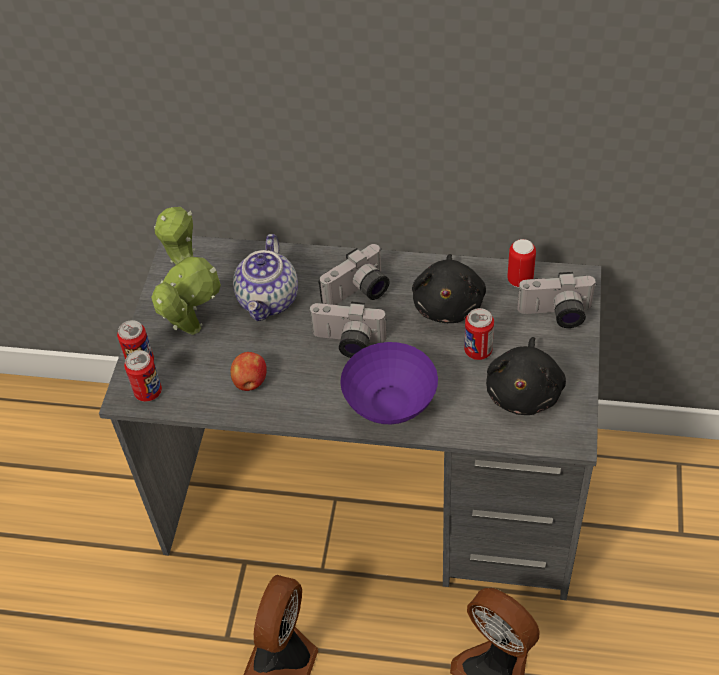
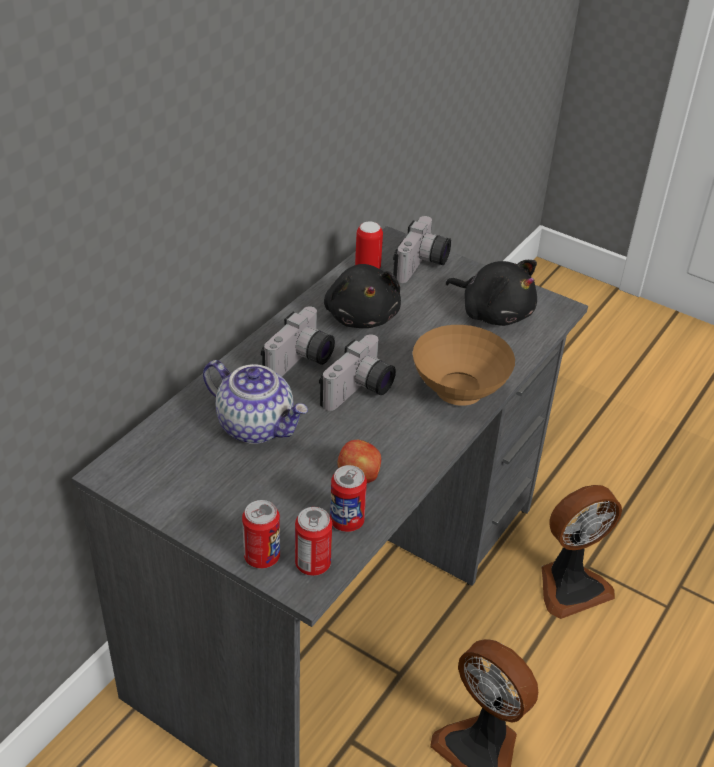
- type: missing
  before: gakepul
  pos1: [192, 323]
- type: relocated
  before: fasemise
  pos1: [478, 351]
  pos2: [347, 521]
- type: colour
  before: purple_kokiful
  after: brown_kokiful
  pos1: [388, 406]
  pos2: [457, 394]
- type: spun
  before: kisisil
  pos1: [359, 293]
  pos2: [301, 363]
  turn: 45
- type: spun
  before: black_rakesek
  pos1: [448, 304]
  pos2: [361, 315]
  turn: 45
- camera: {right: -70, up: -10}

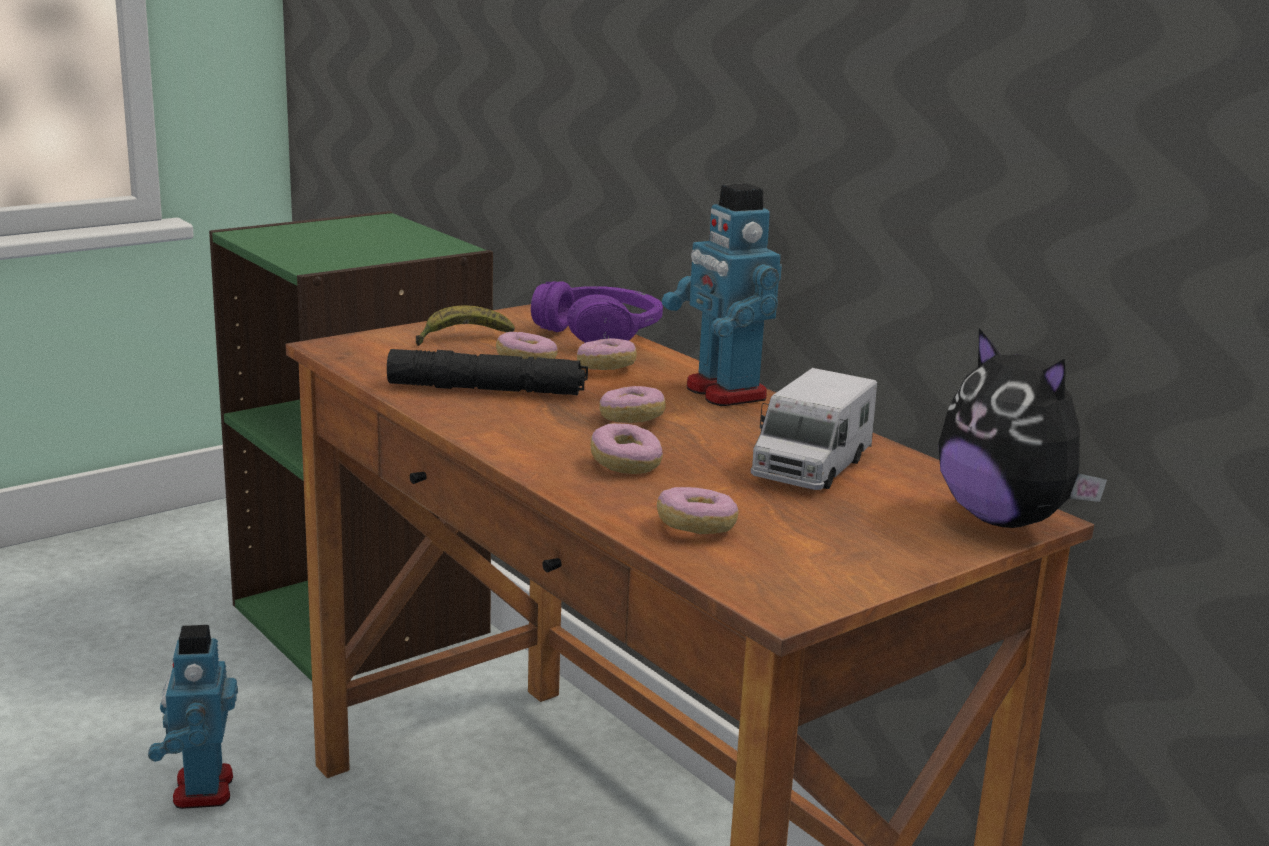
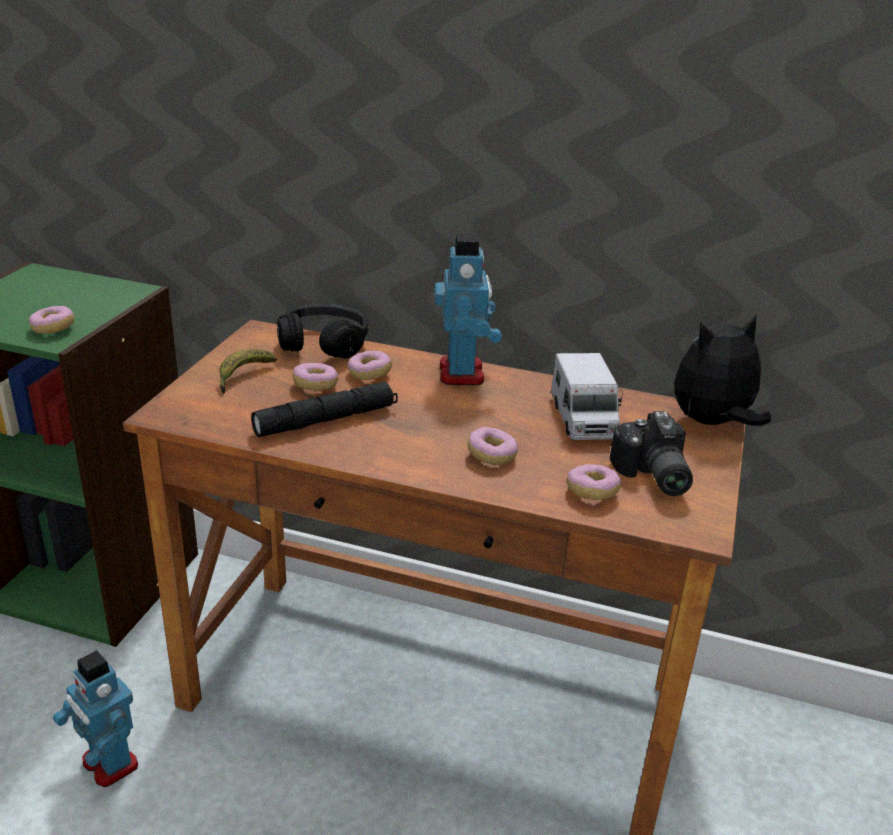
- type: appeared
  after: kisisil
  pos2: [651, 476]
- type: relocated
  before: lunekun
  pos1: [631, 419]
  pos2: [53, 329]
- type: colour
  before: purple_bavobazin
  after: black_bavobazin
  pos1: [600, 333]
  pos2: [324, 343]
- type: spun
  before: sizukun
  pos1: [724, 393]
  pos2: [463, 373]
  turn: -120
- type: spun
  before: rakesek
  pos1: [1006, 519]
  pos2: [712, 423]
  turn: 135
- camera: {right: -35, up: 10}

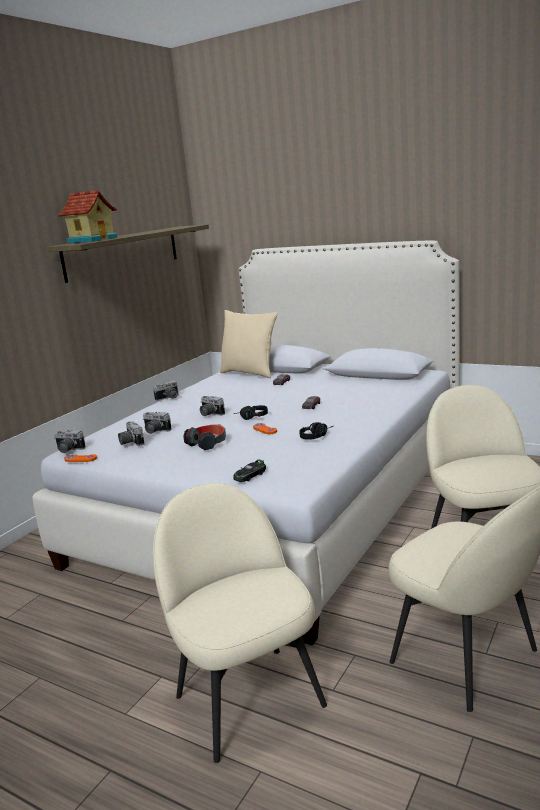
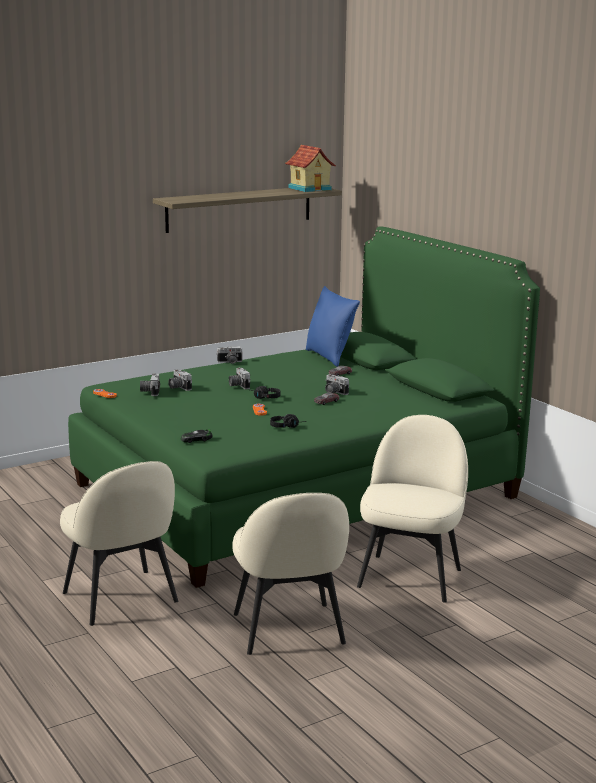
- type: missing
  before: bavobazin
  pos1: [208, 443]
- type: relocated
  before: kisisil
  pos1: [68, 450]
  pos2: [333, 392]
- type: relocated
  before: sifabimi
  pos1: [93, 240]
  pos2: [310, 189]
- type: colour
  before: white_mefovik
  after: green_mefovik
  pos1: [279, 502]
  pos2: [296, 490]
- type: colour
  before: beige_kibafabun
  after: blue_kibafabun
  pos1: [250, 373]
  pos2: [330, 357]
- type: spun
  before: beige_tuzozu
  pos1: [247, 697]
  pos2: [121, 599]
  turn: 150
- camera: {right: 25, up: 0}

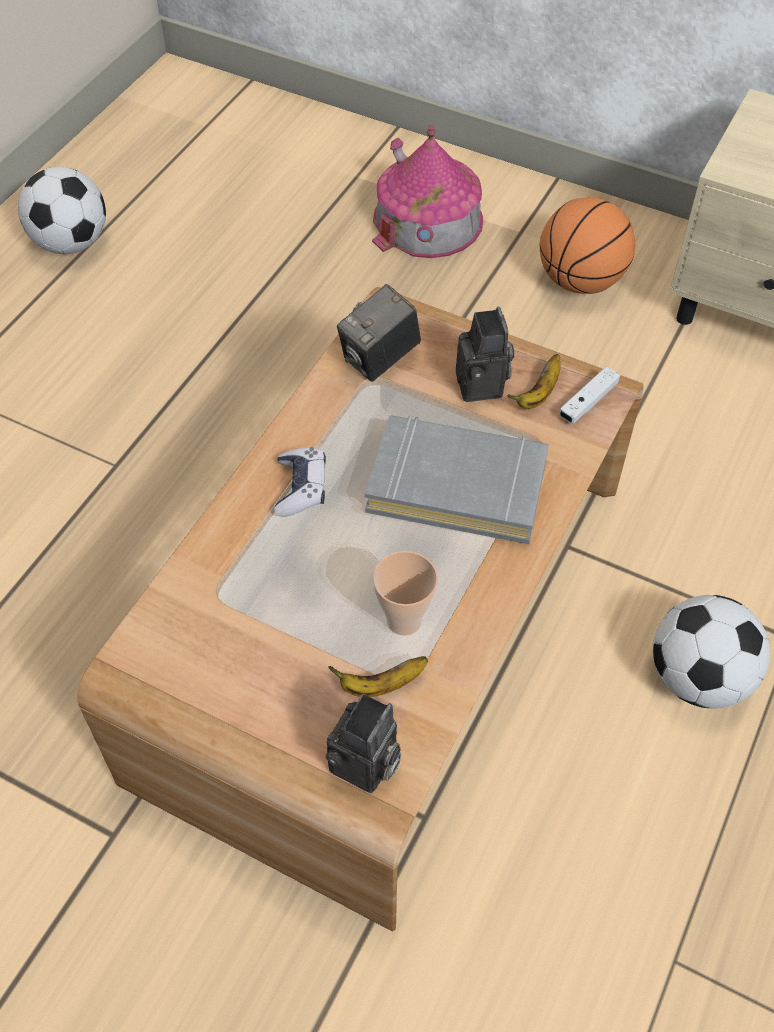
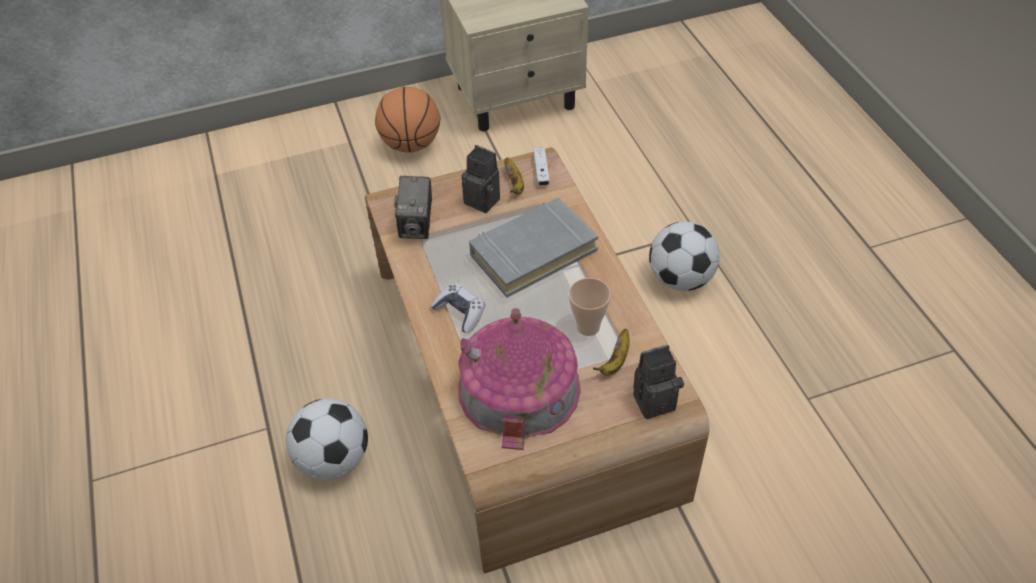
- type: relocated
  before: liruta
  pos1: [71, 243]
  pos2: [333, 459]
- type: relocated
  before: sifabimi
  pos1: [428, 220]
  pos2: [519, 388]
- type: spun
  before: kisisil
  pos1: [365, 767]
  pos2: [655, 399]
  turn: -90
- camera: {right: -45, up: -5}

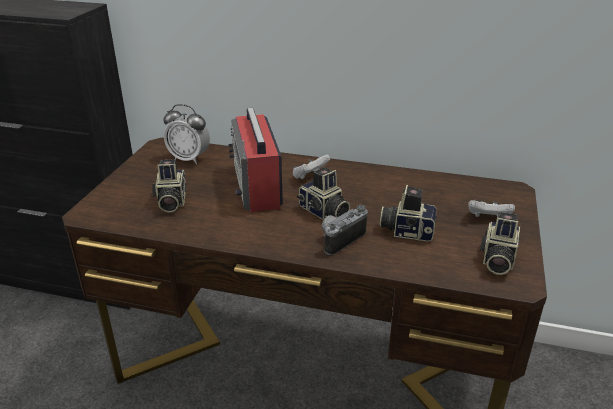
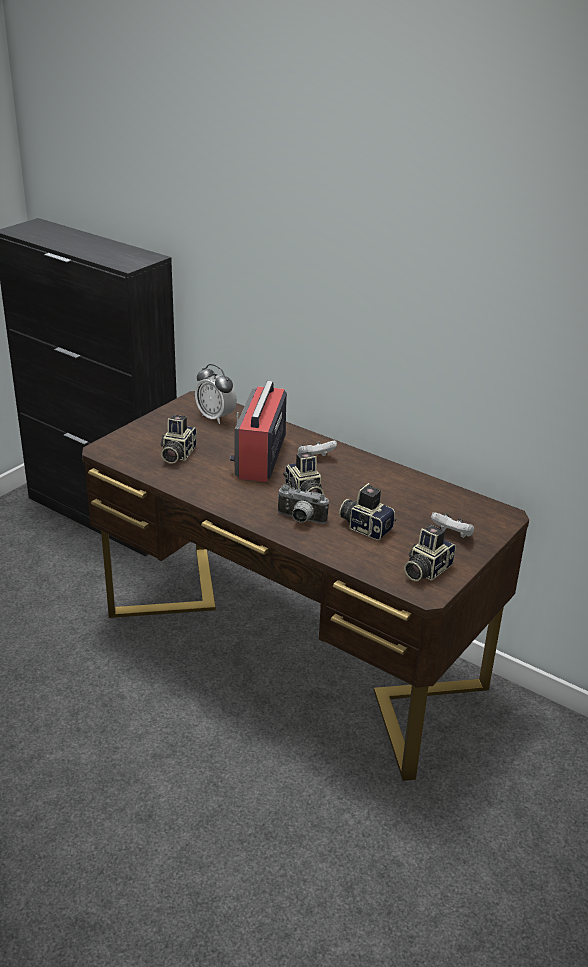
- type: spun
  before: kisisil
  pos1: [340, 239]
  pos2: [300, 520]
  turn: -135
- camera: {right: 20, up: 0}

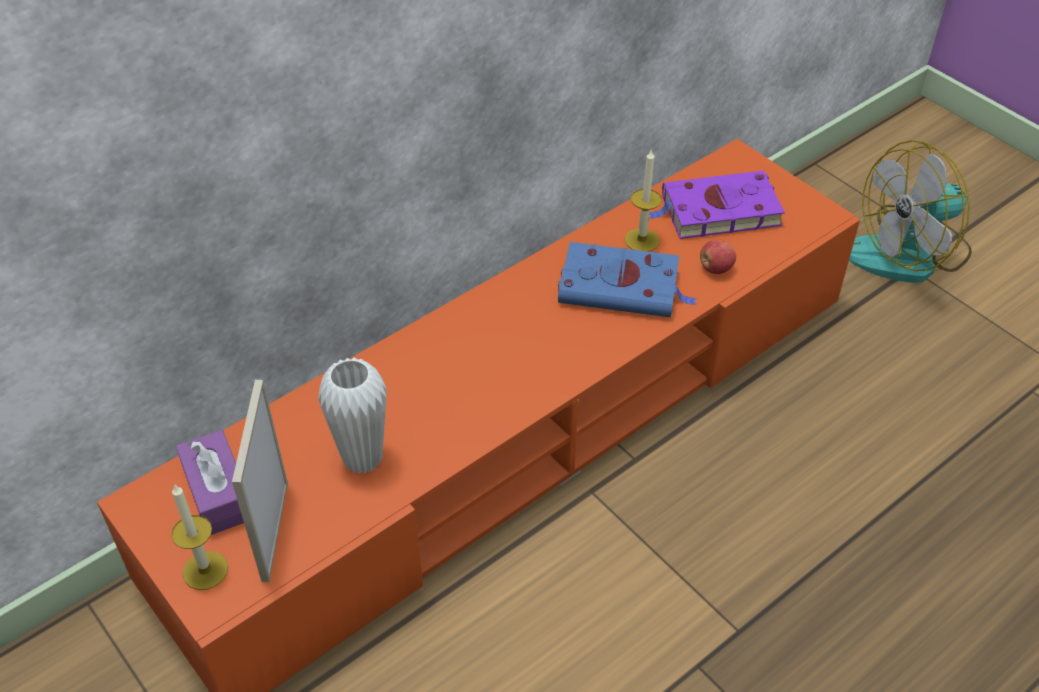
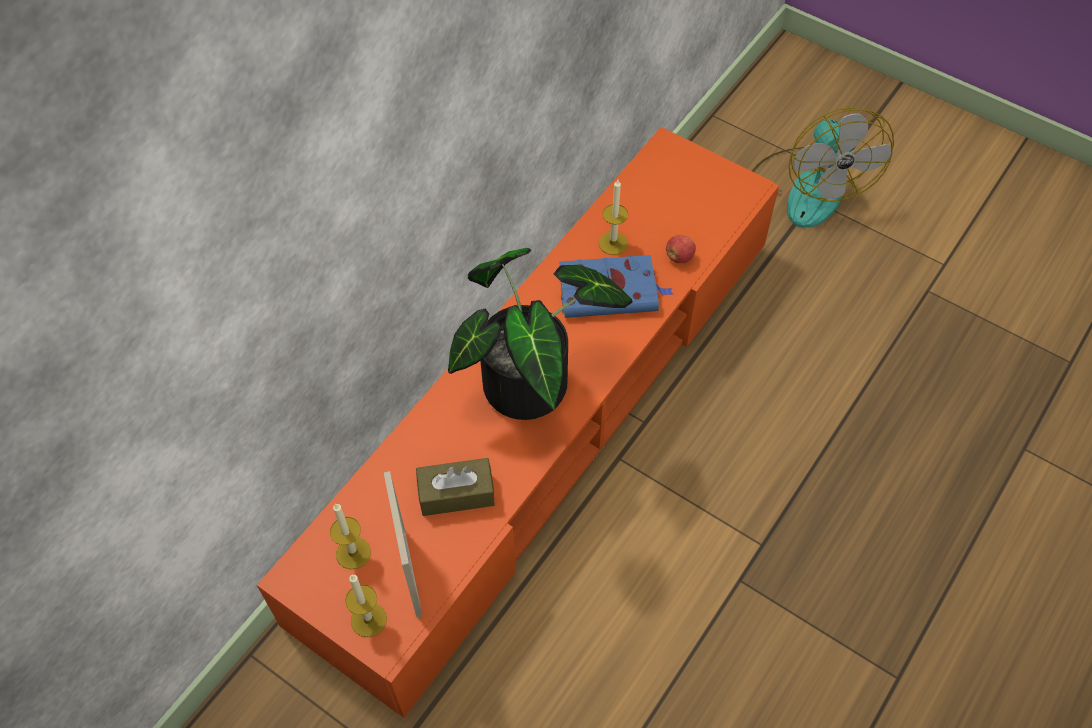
- type: missing
  before: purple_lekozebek
  pos1: [717, 211]
- type: appeared
  after: gakepul
  pos2: [536, 387]
- type: exchanged
  before: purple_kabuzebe
  after: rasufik
  pos1: [218, 493]
  pos2: [353, 553]
- type: exchanged
  before: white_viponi
  after: brown_kabuzebe
  pos1: [362, 458]
  pos2: [456, 494]
- type: spun
  before: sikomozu
  pos1: [909, 253]
  pos2: [808, 187]
  turn: -60
- camera: {right: -15, up: 10}

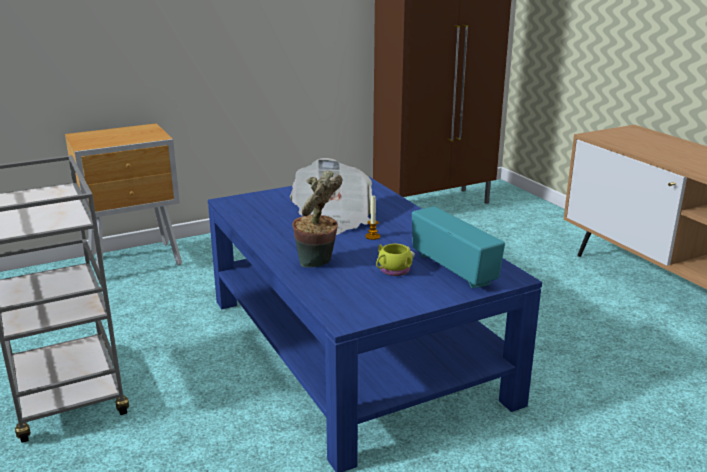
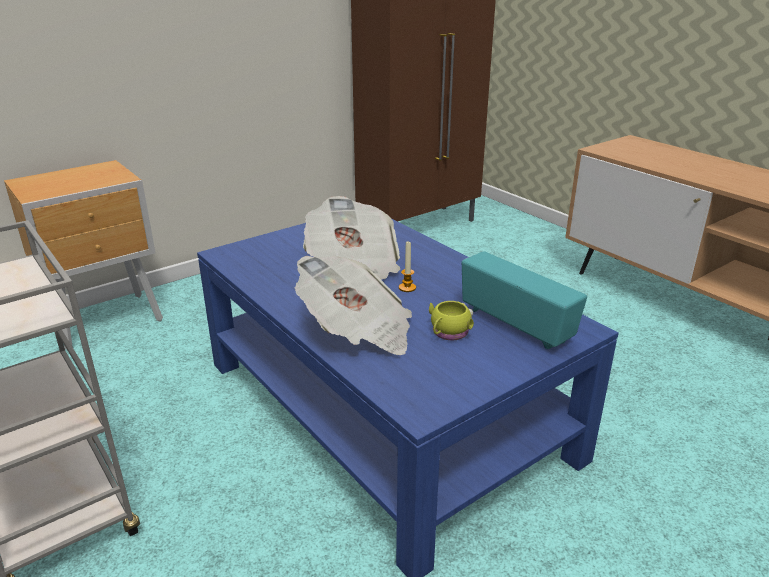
- type: exchanged
  before: gakepul
  after: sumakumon
  pos1: [318, 263]
  pos2: [357, 331]
- camera: {right: -10, up: 5}

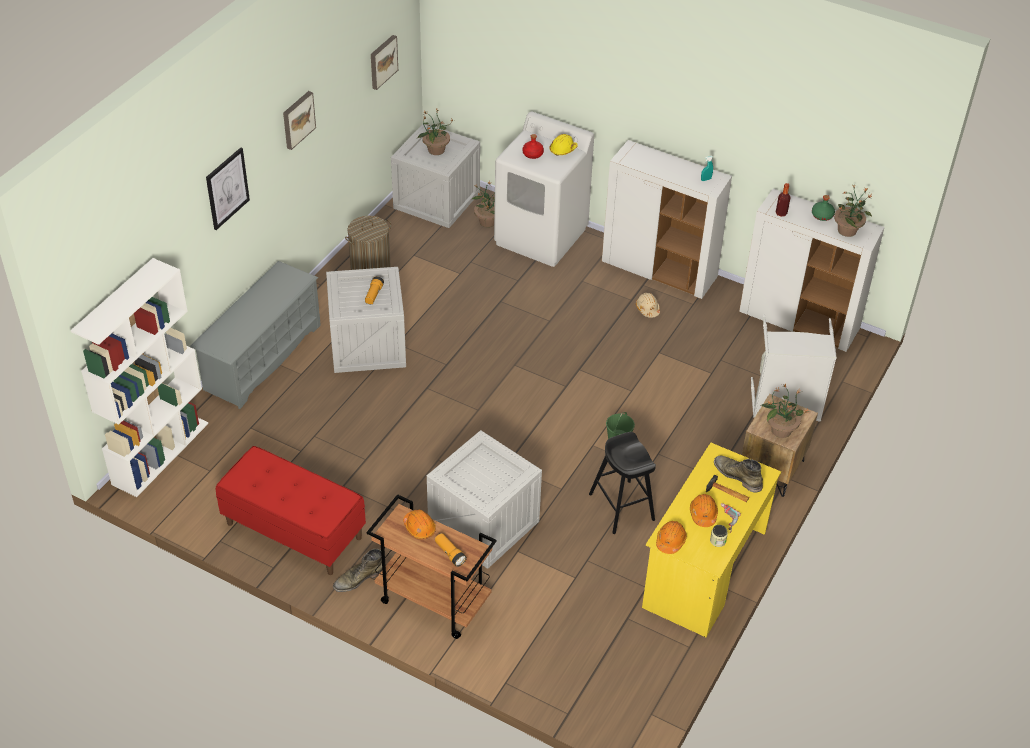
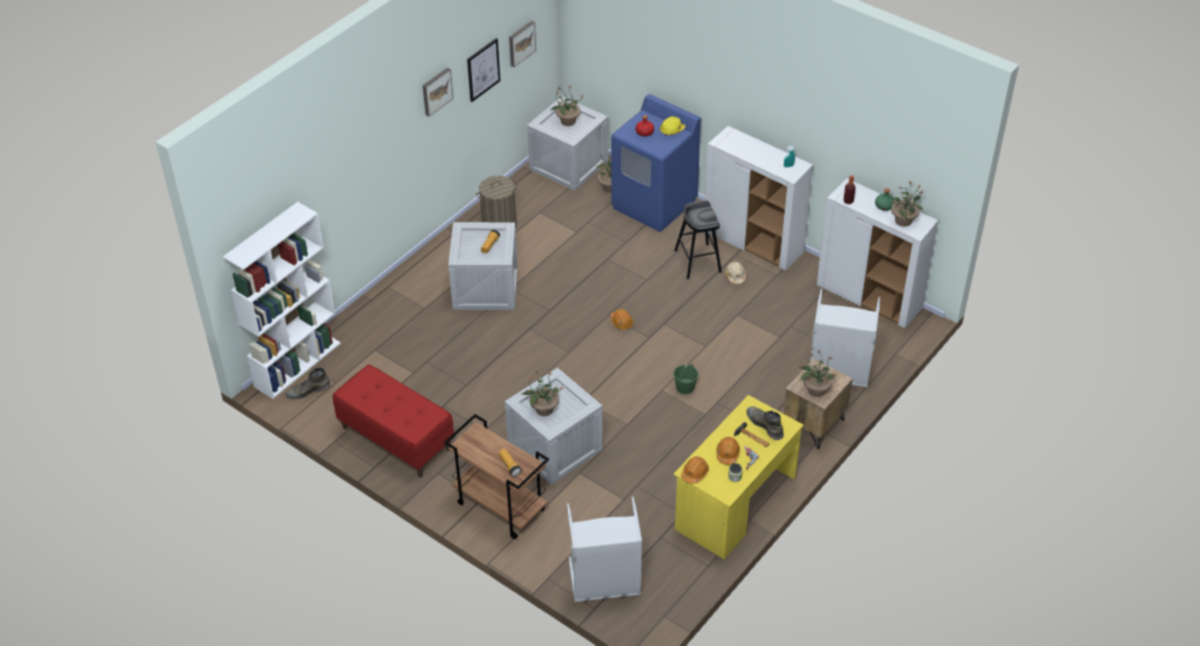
- type: missing
  before: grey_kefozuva
  pos1: [262, 357]
- type: appeared
  after: gakepul
  pos2: [543, 409]
- type: appeared
  after: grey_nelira
  pos2: [605, 584]
- type: relocated
  before: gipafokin
  pos1: [227, 188]
  pos2: [483, 69]
- type: relocated
  before: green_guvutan
  pos1: [359, 578]
  pos2: [308, 391]
- type: relocated
  before: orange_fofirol
  pos1: [419, 527]
  pos2: [621, 322]
- type: relocated
  before: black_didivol
  pos1: [621, 507]
  pos2: [697, 261]
- type: colour
  before: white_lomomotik
  after: blue_lomomotik
  pos1: [541, 237]
  pos2: [654, 204]
- camera: {right: 10, up: 0}

